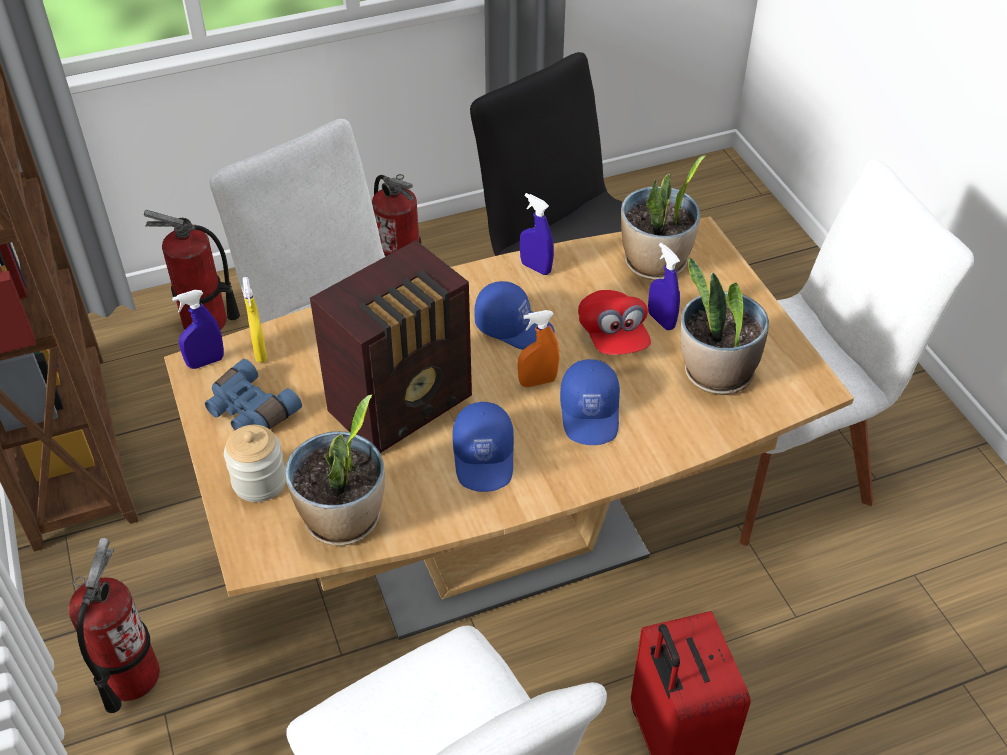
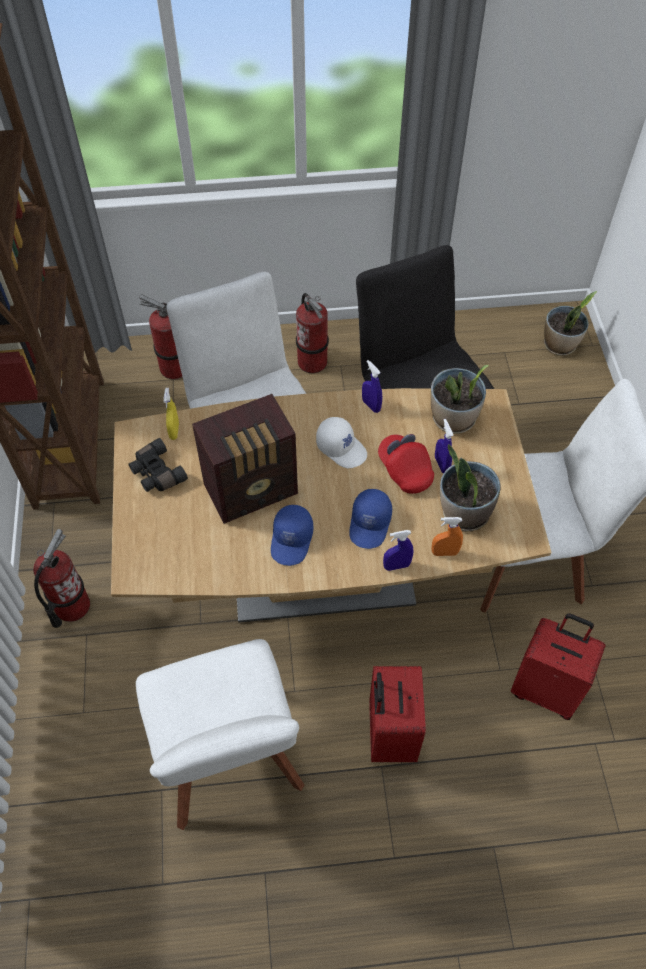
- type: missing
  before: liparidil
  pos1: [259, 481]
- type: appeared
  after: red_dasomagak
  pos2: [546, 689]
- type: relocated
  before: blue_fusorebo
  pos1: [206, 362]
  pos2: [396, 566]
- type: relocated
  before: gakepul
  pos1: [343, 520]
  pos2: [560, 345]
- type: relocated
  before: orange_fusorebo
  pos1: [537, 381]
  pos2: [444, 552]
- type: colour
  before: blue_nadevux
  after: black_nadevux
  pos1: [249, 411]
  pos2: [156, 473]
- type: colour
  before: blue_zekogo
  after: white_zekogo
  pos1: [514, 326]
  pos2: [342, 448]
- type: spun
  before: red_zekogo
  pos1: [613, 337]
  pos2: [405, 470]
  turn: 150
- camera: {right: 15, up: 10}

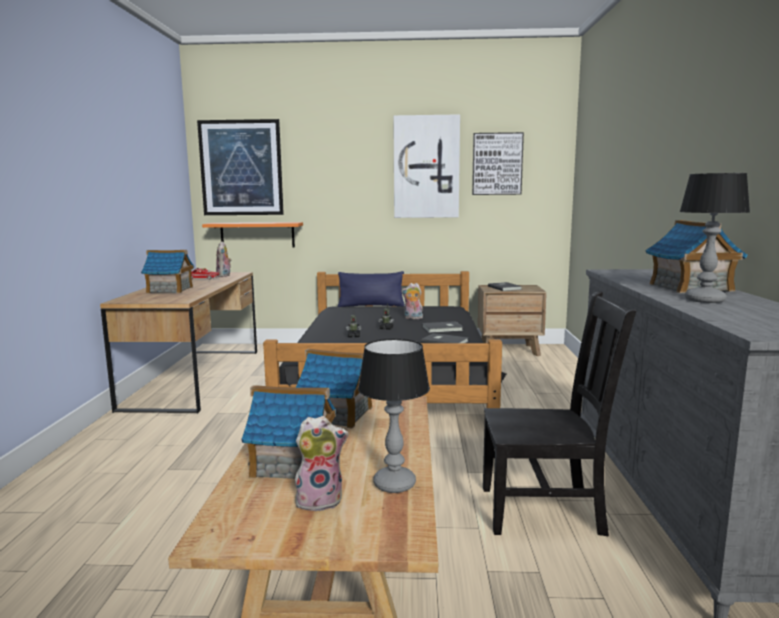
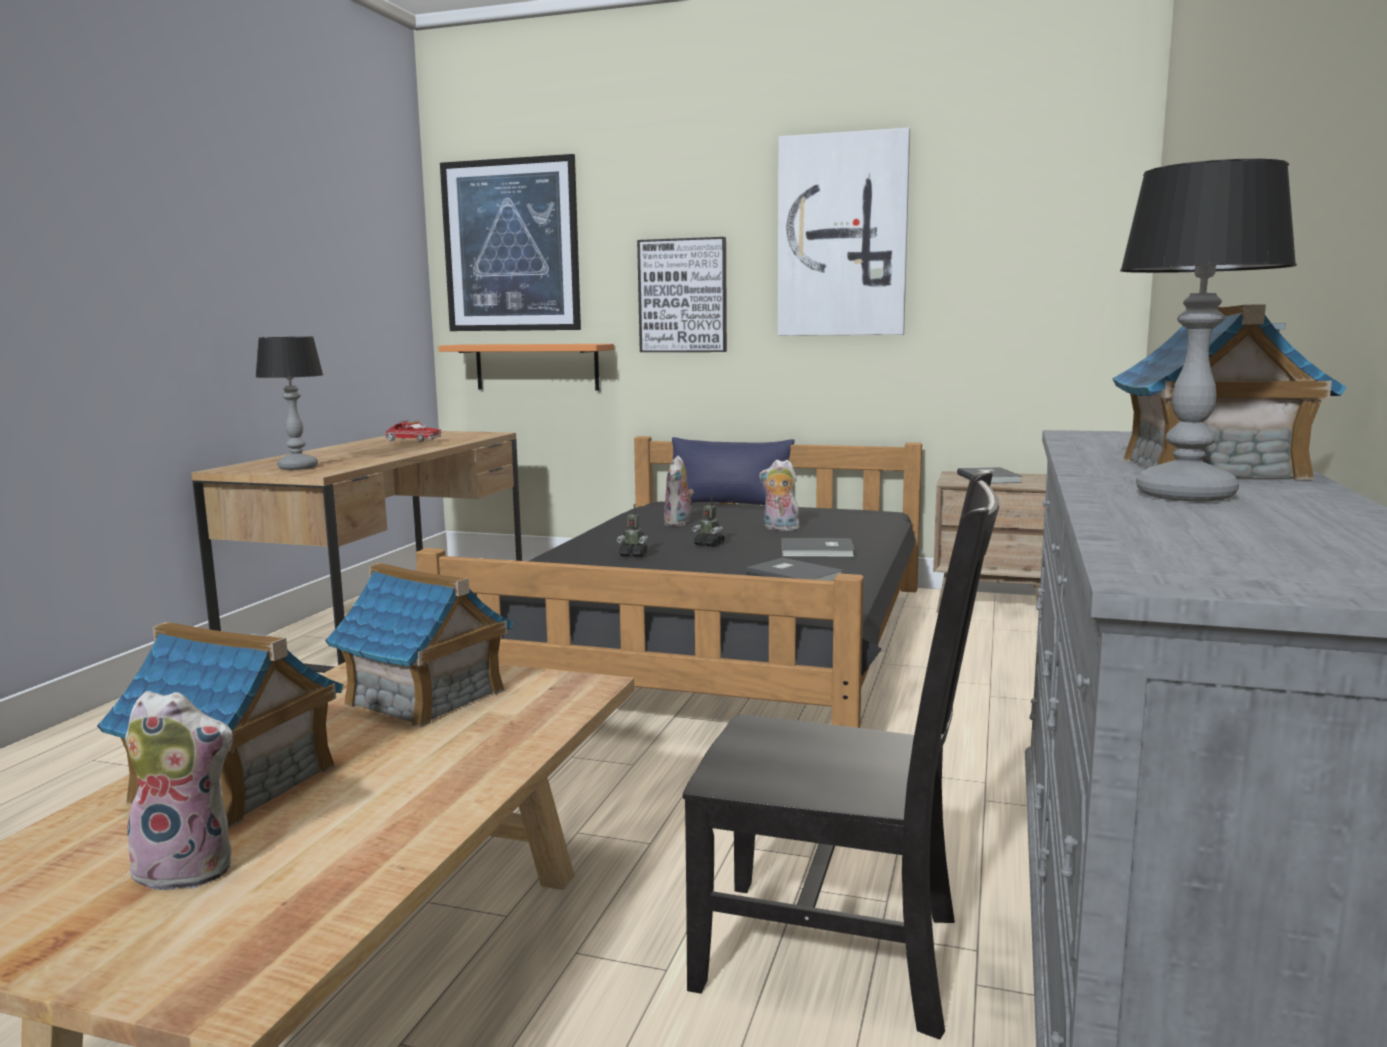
- type: missing
  before: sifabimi
  pos1: [170, 290]
- type: relocated
  before: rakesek
  pos1: [224, 276]
  pos2: [679, 523]
- type: relocated
  before: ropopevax
  pos1: [395, 483]
  pos2: [299, 467]
- type: relocated
  before: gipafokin
  pos1: [497, 164]
  pos2: [683, 296]
- camera: {right: 15, up: 0}

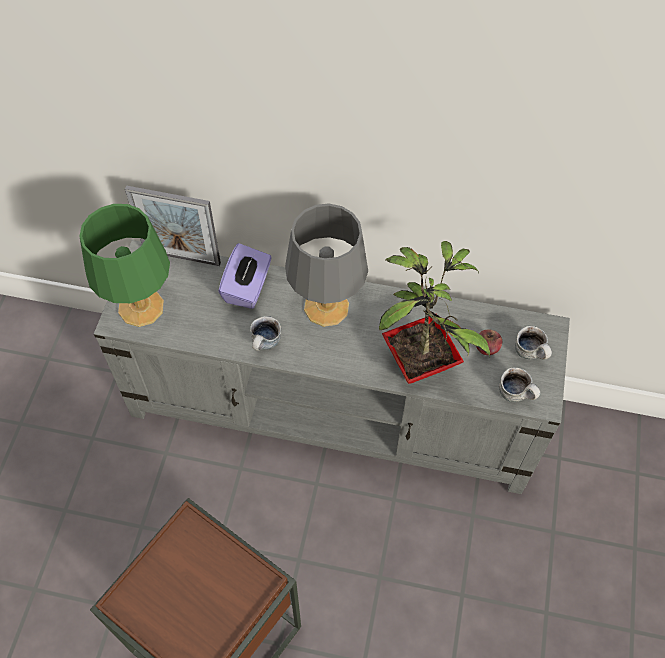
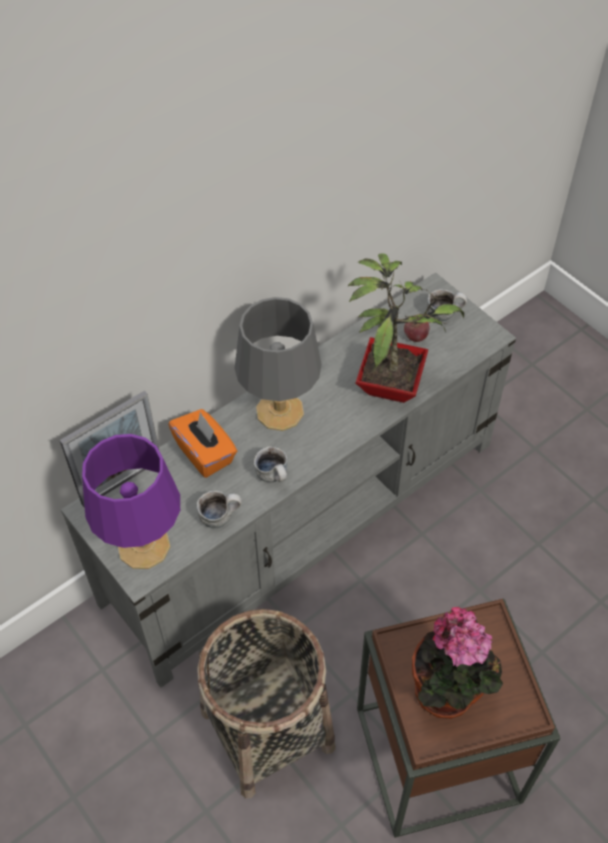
- type: appeared
  after: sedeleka
  pos2: [268, 729]
- type: appeared
  after: gakepul
  pos2: [448, 695]
- type: relocated
  before: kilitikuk
  pos1: [517, 394]
  pos2: [220, 516]
- type: colour
  before: green_ropopevax
  after: purple_ropopevax
  pos1: [142, 307]
  pos2: [144, 545]
- type: colour
  before: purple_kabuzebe
  after: orange_kabuzebe
  pos1: [247, 288]
  pos2: [205, 453]
- camera: {right: -50, up: -5}

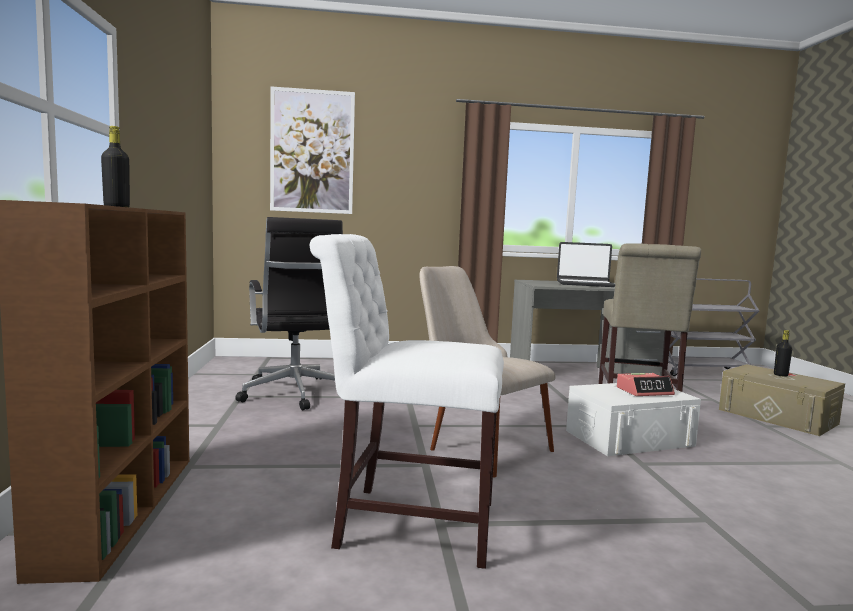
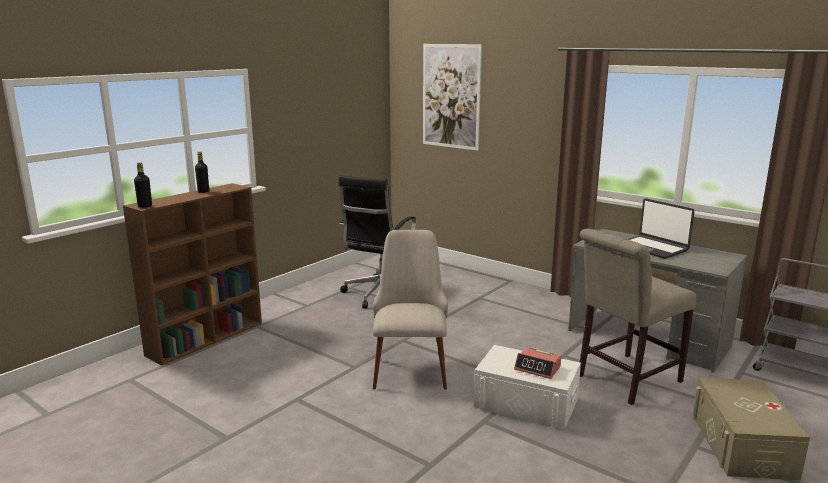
- type: missing
  before: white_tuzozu
  pos1: [407, 522]
- type: relocated
  before: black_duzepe
  pos1: [780, 375]
  pos2: [145, 206]
- camera: {right: 45, up: 10}

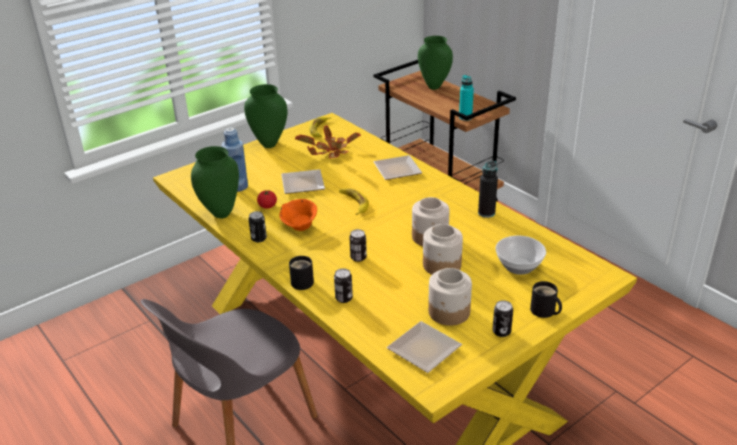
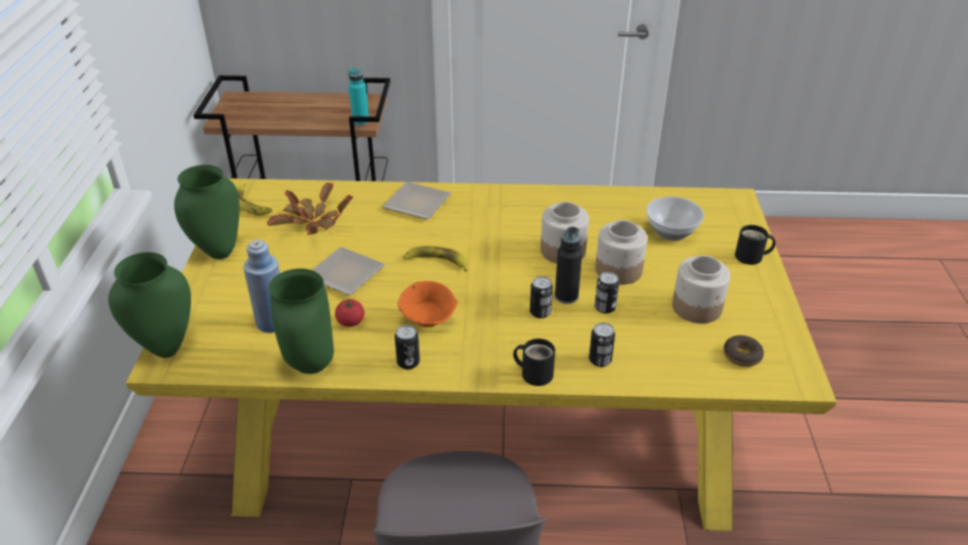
- type: relocated
  before: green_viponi
  pos1: [434, 86]
  pos2: [166, 347]
- type: relocated
  before: black_duzepe
  pos1: [486, 213]
  pos2: [566, 296]
- type: relocated
  before: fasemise
  pos1: [501, 331]
  pos2: [605, 307]
- type: exchanged
  before: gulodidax
  after: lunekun
  pos1: [424, 351]
  pos2: [742, 355]
- camera: {right: -50, up: 5}

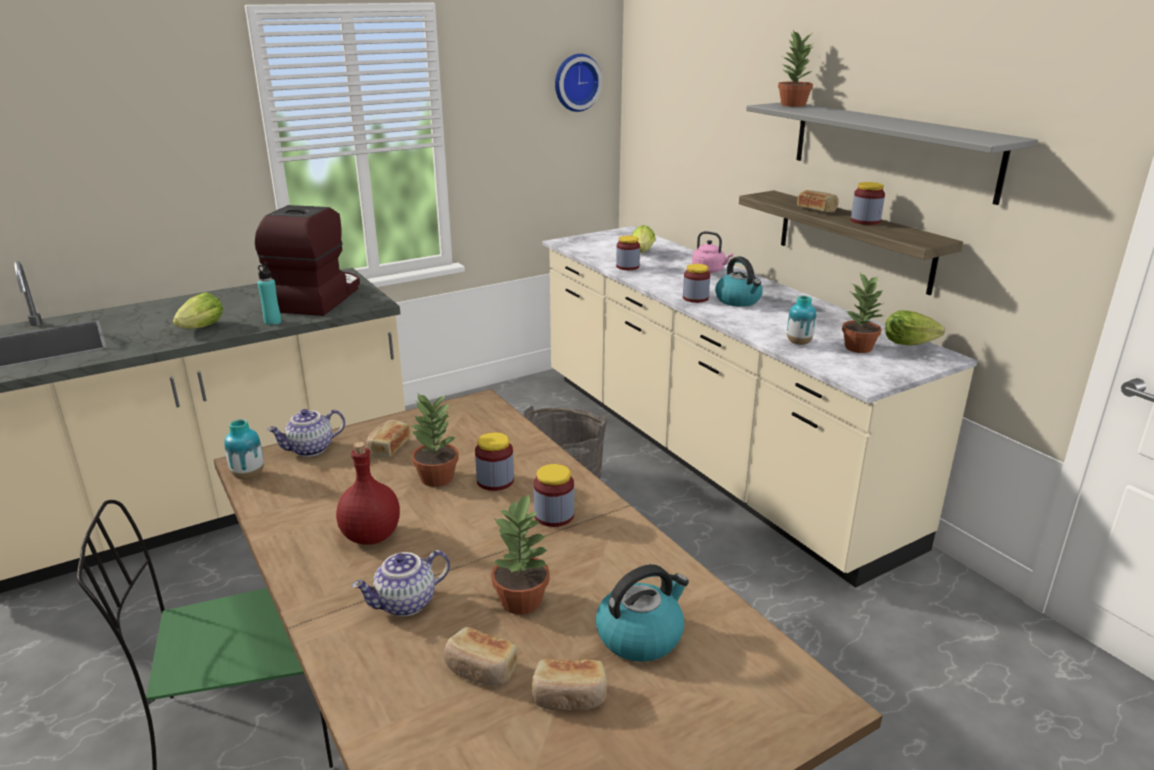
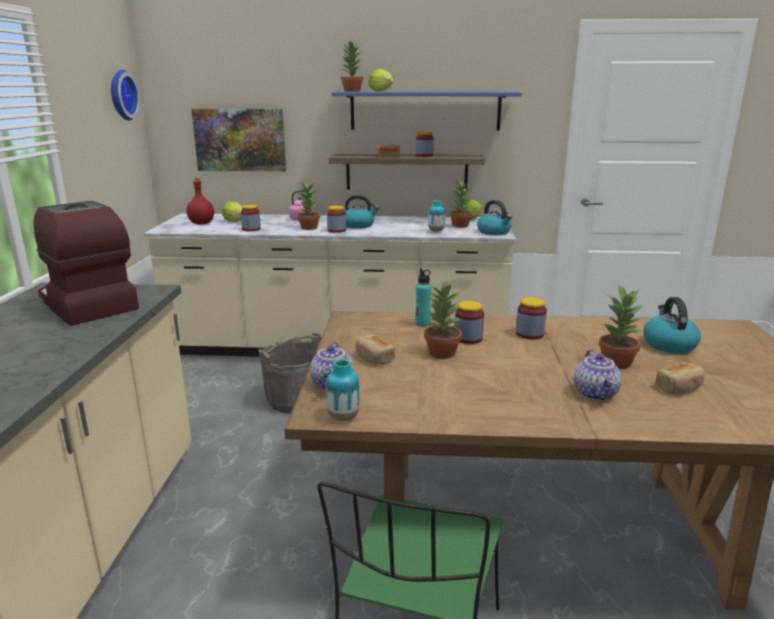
- type: missing
  before: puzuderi
  pos1: [569, 697]
- type: appeared
  after: gipafokin
  pos2: [240, 140]
- type: appeared
  after: gakepul
  pos2: [309, 228]
- type: appeared
  after: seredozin
  pos2: [494, 232]
- type: relocated
  before: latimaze
  pos1: [200, 329]
  pos2: [382, 91]
- type: relocated
  before: turquoise_duzepe
  pos1: [272, 322]
  pos2: [422, 323]
- type: relocated
  before: red_duzepe
  pos1: [370, 537]
  pos2: [201, 223]
- type: colour
  before: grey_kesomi
  after: blue_kesomi
  pos1: [891, 149]
  pos2: [425, 111]
- camera: {right: -55, up: -5}

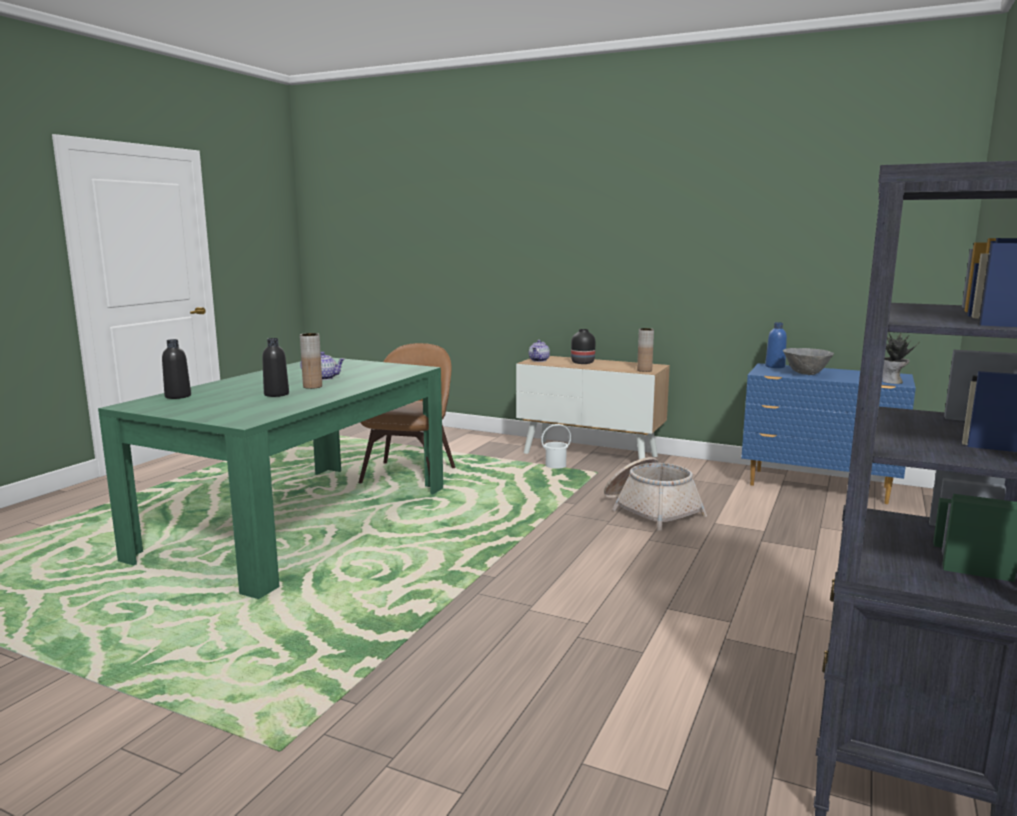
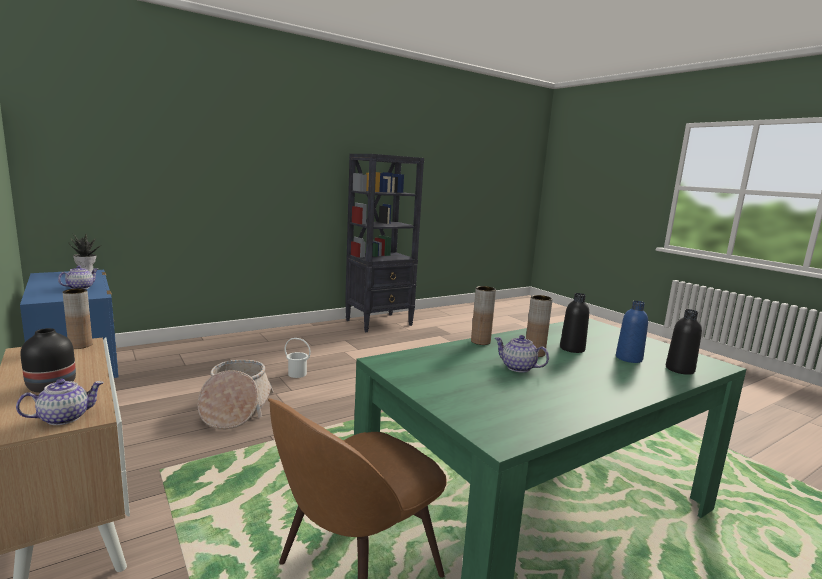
- type: appeared
  after: brown_viponi
  pos2: [480, 342]
- type: relocated
  before: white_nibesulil
  pos1: [555, 466]
  pos2: [297, 374]
- type: relocated
  before: blue_duzepe
  pos1: [775, 366]
  pos2: [628, 358]
- type: exchanged
  before: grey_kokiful
  after: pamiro
  pos1: [806, 374]
  pos2: [80, 287]
- camera: {right: -150, up: 0}

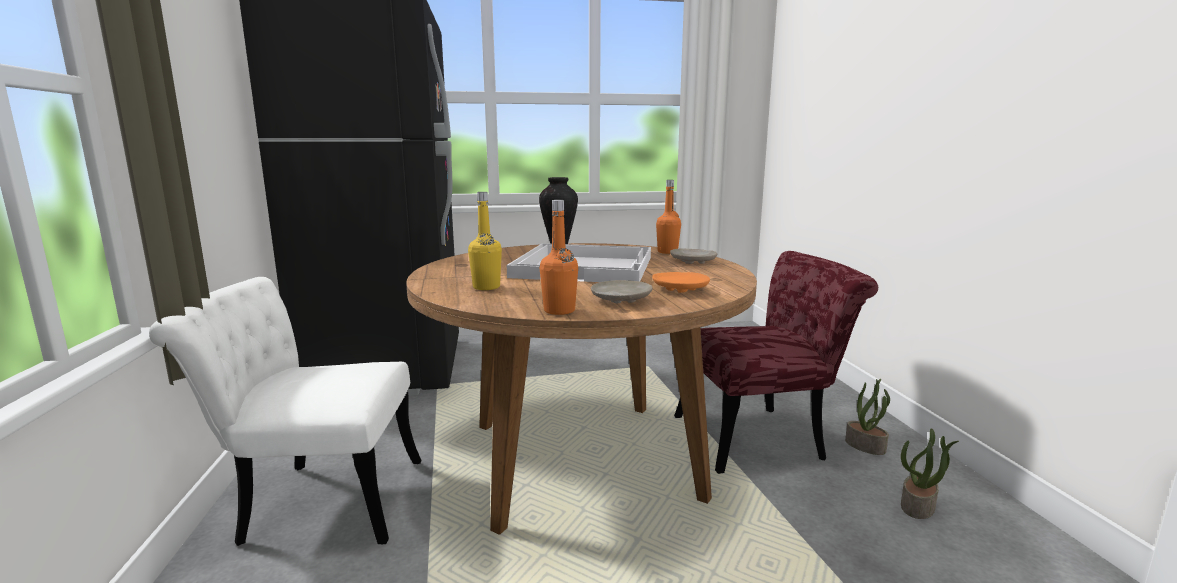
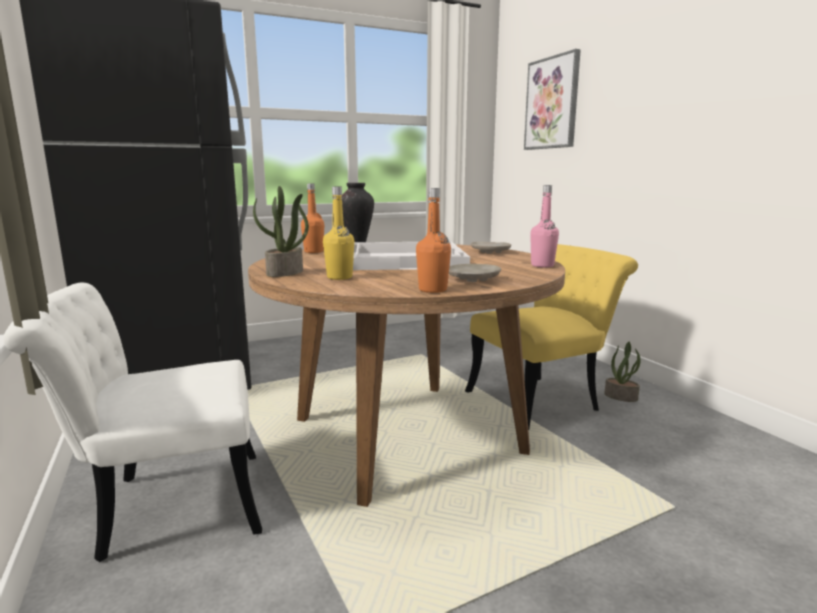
- type: missing
  before: orange_gulodidax
  pos1: [680, 289]
- type: appeared
  after: gipafokin
  pos2: [552, 103]
- type: appeared
  after: pink_duzepe
  pos2: [542, 265]
- type: relocated
  before: orange_duzepe
  pos1: [667, 252]
  pos2: [313, 251]
- type: relocated
  before: gakepul
  pos1: [918, 507]
  pos2: [285, 273]
- type: colour
  before: red_tuzozu
  after: yellow_tuzozu
  pos1: [761, 436]
  pos2: [542, 399]
- camera: {right: -15, up: 0}

